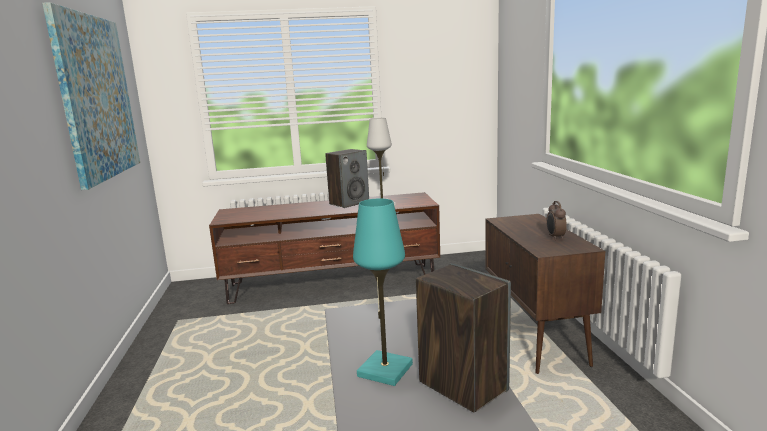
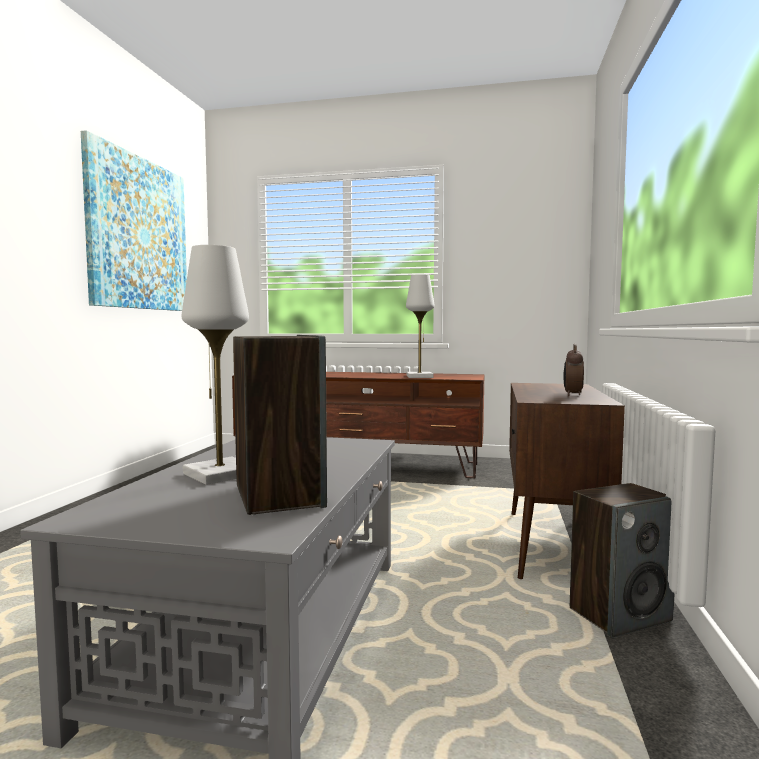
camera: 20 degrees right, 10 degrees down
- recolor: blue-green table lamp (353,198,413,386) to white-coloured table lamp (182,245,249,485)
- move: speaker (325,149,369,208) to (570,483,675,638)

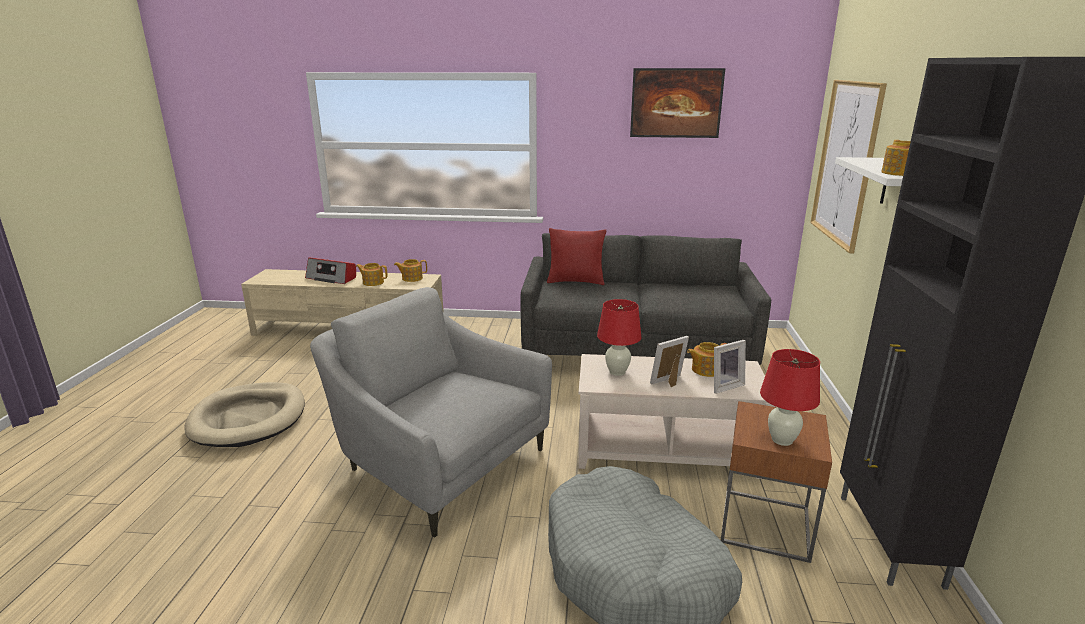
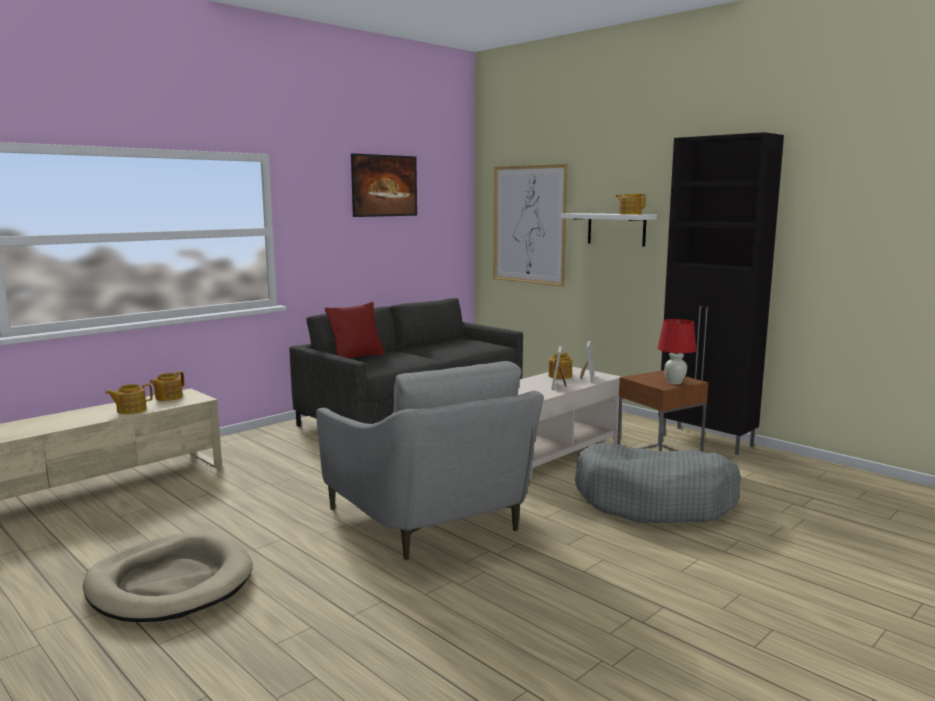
camera: 50 degrees left, 10 degrees down
- rotate: gray easy chair (310,287,552,538) = (316,361,544,560) 105 degrees counterclockwise
- delete: radio set (305,258,356,284)
- delete: red-coloured table lamp (597,299,641,376)

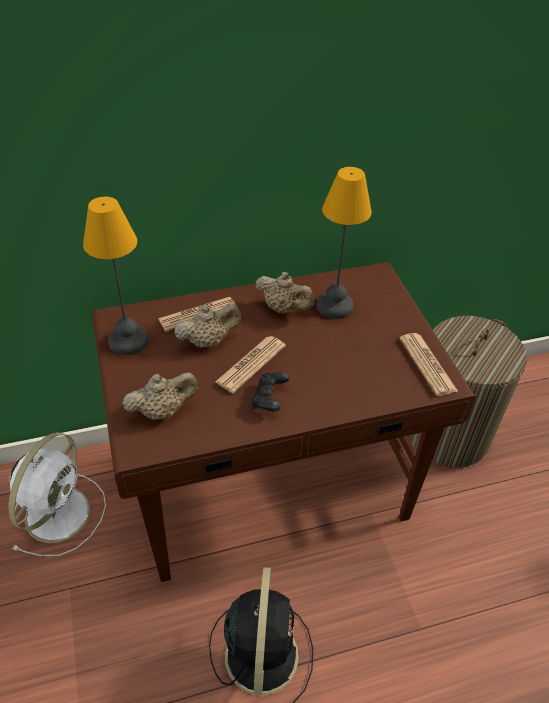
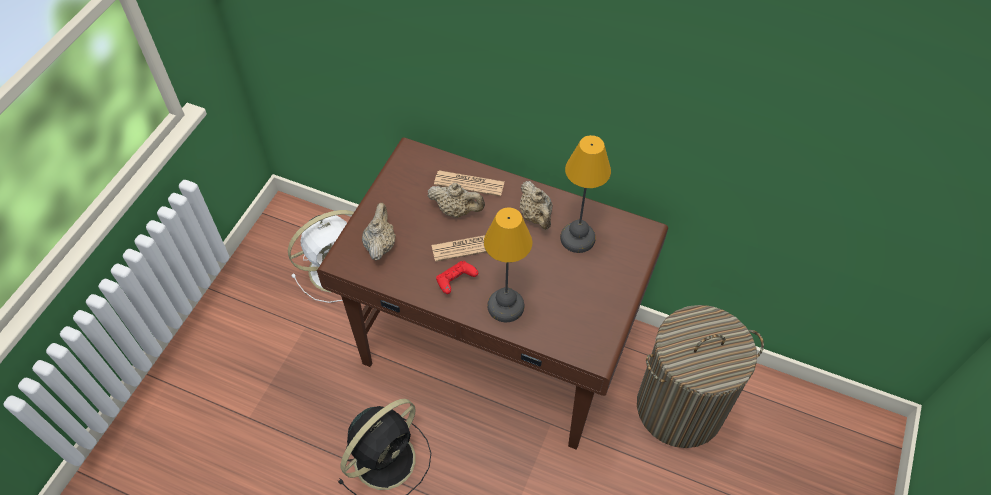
camera: 40 degrees right, 10 degrees up
- rotate: beige teapot (122,372,198,420) = (362,203,396,261) 105 degrees counterclockwise
- recolor: black-coloured joypad (251,372,290,412) to red-coloured joypad (436,261,478,294)
- move: table lamp (83,197,149,355) to (484,207,532,322)
- delete: newspaper (400,333,458,396)

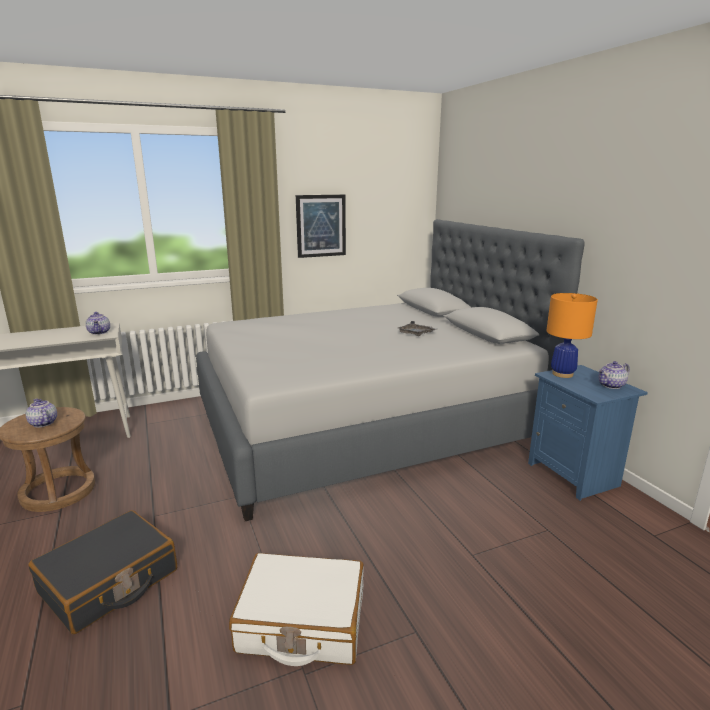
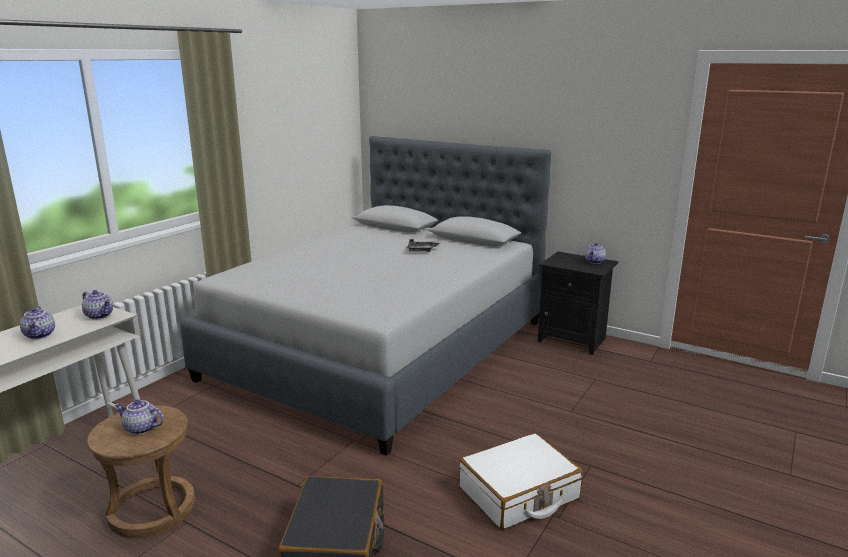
camera: 35 degrees left, 0 degrees up
- insert: teapot (20,306,55,339)
- recolor: blue-coloured night table (528,365,648,501) to black-coloured night table (538,252,618,355)
- delete: wall picture (296,194,346,258)
- delete: orange table lamp (546,293,598,378)

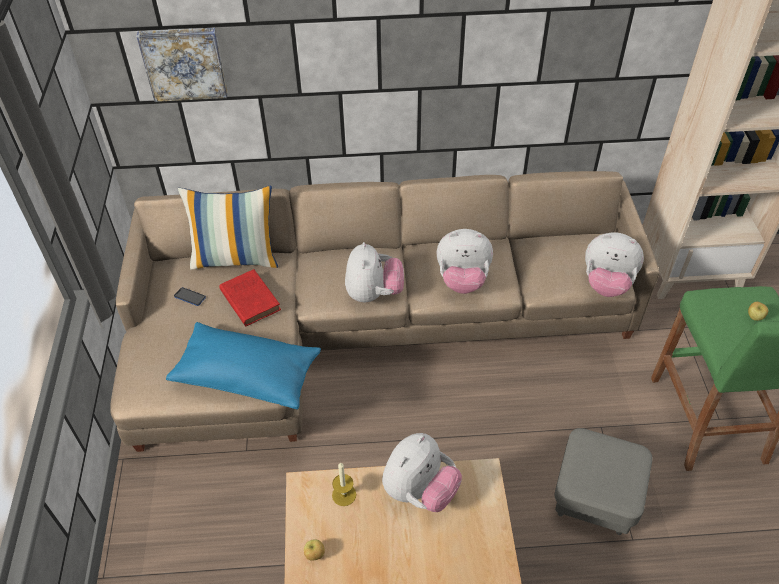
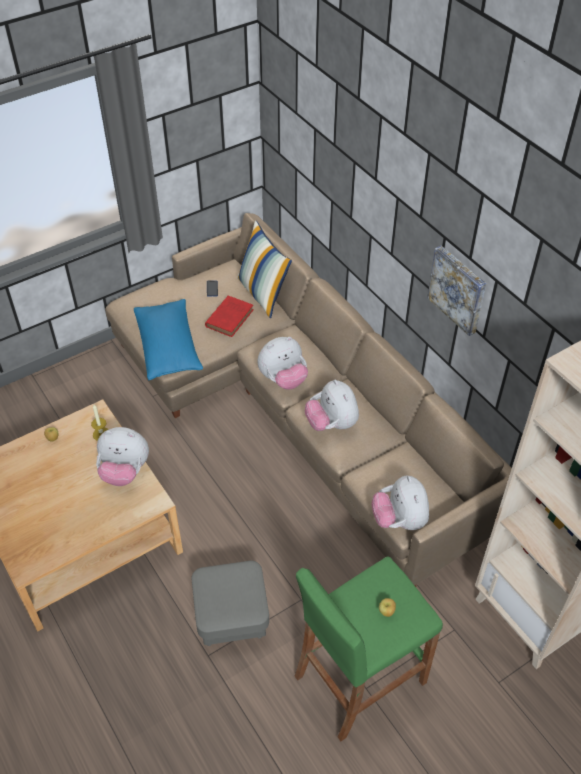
camera: 60 degrees right, 0 degrees up
- move: wall picture (136,28,228,102) to (427,245,486,336)

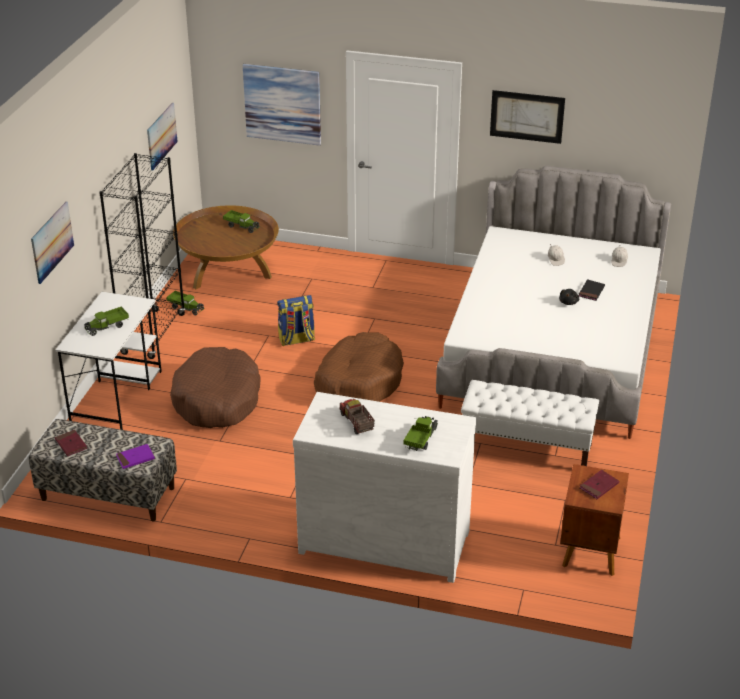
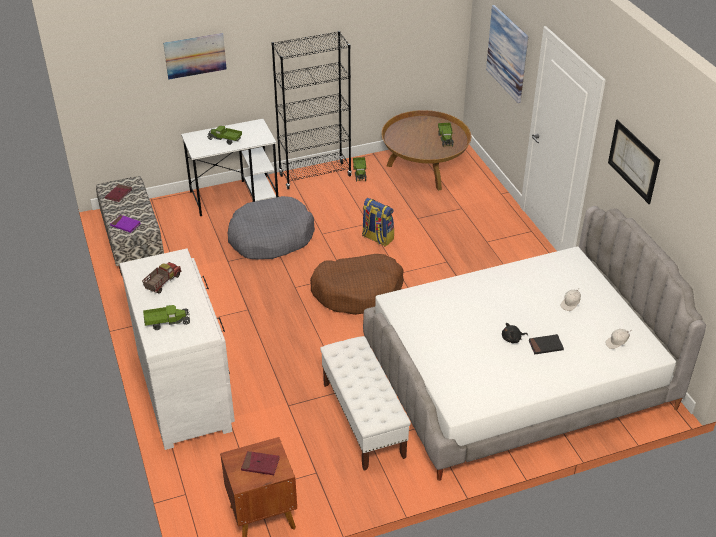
camera: 55 degrees right, 5 degrees up
- recolor: brown dog cushion (170,347,261,428) to gray dog cushion (227,196,315,260)
- delete: wall picture (147,103,178,171)

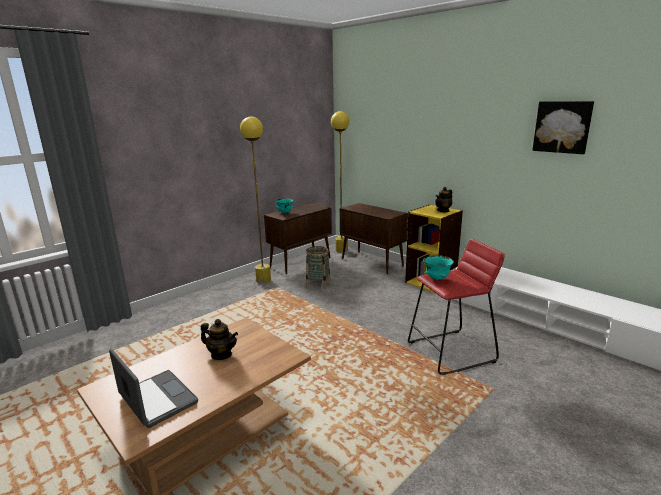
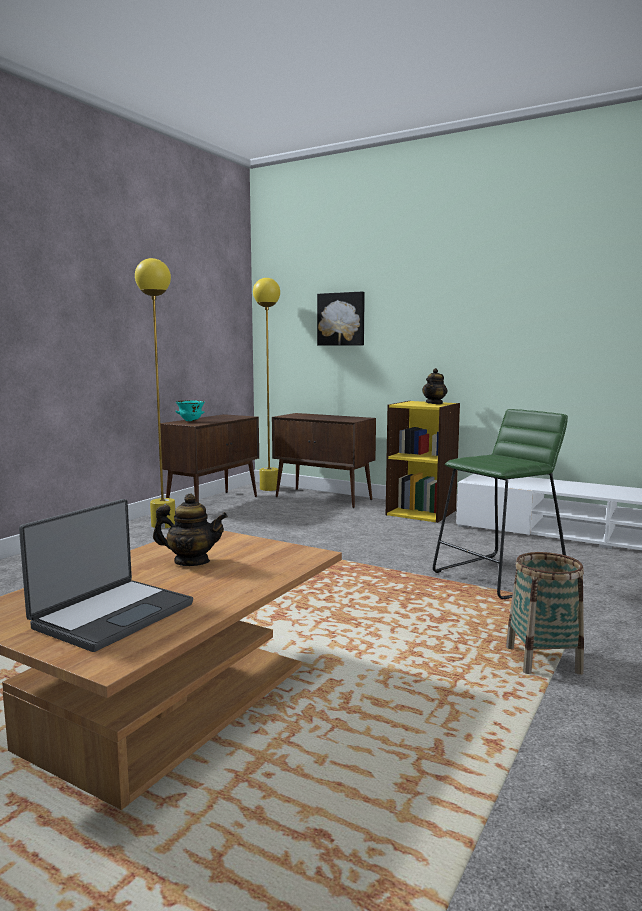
camera: 15 degrees left, 10 degrees down
- rotate: laptop (109,349,198,428) = (19,499,193,652) 90 degrees clockwise
- move: wall picture (532,101,594,154) to (317,292,365,345)
- recolor: red-coloured stool seat (408,239,505,375) to green-coloured stool seat (433,409,568,599)
- move: household basket (306,246,331,289) to (506,552,584,675)
- delete: blue-green bowl (423,255,454,280)

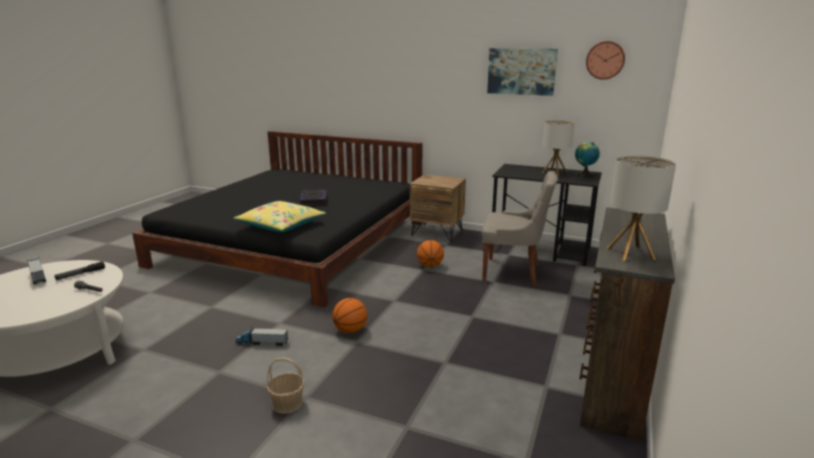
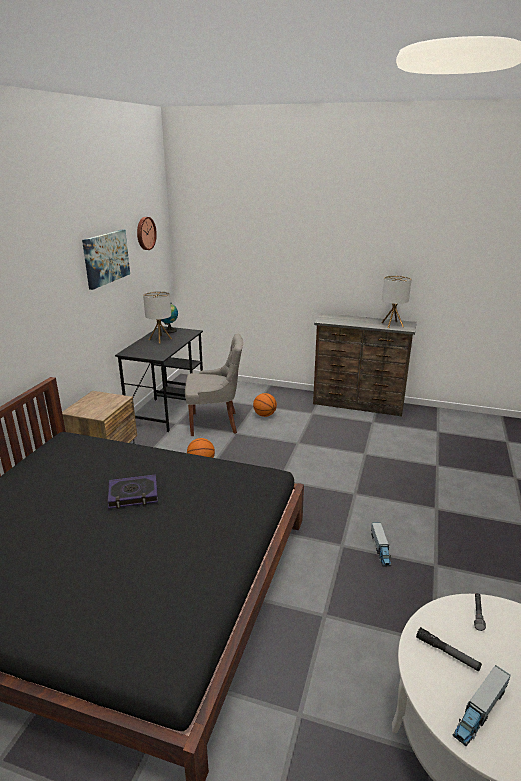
camera: 95 degrees left, 5 degrees up
- rotate: gray chair (482,171,558,285) = (185,334,244,436) 75 degrees clockwise
- move: basketball ball (332,298,367,333) to (253,393,277,417)
- delete: yellow-coloured cushion (233,201,326,232)
- delete: household basket (267,358,305,414)

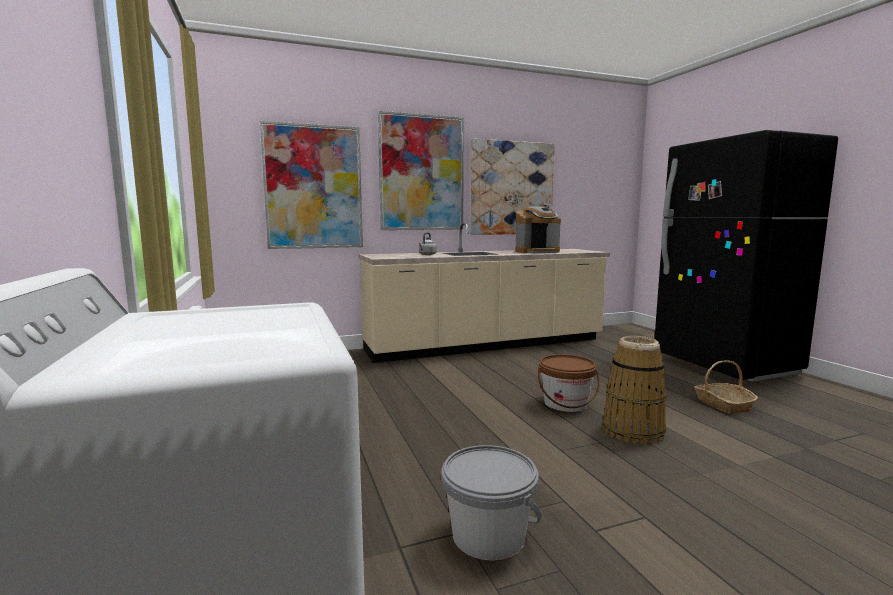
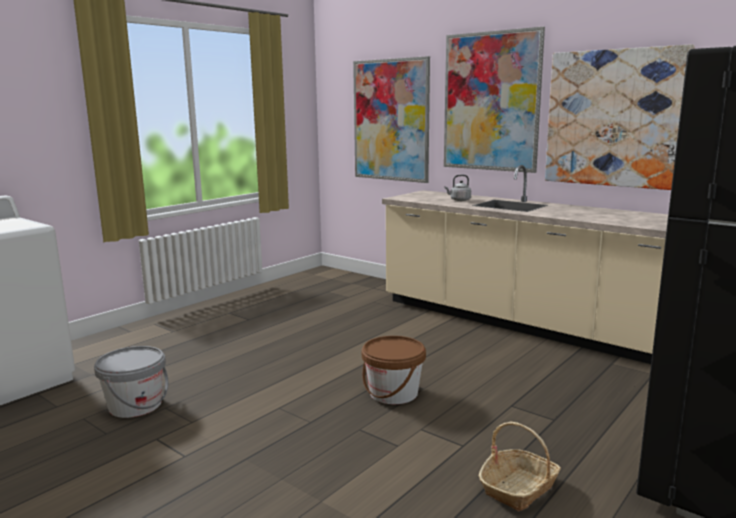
camera: 60 degrees right, 5 degrees up
- delete: coffee maker (515,206,561,253)
- delete: household basket (602,336,667,445)

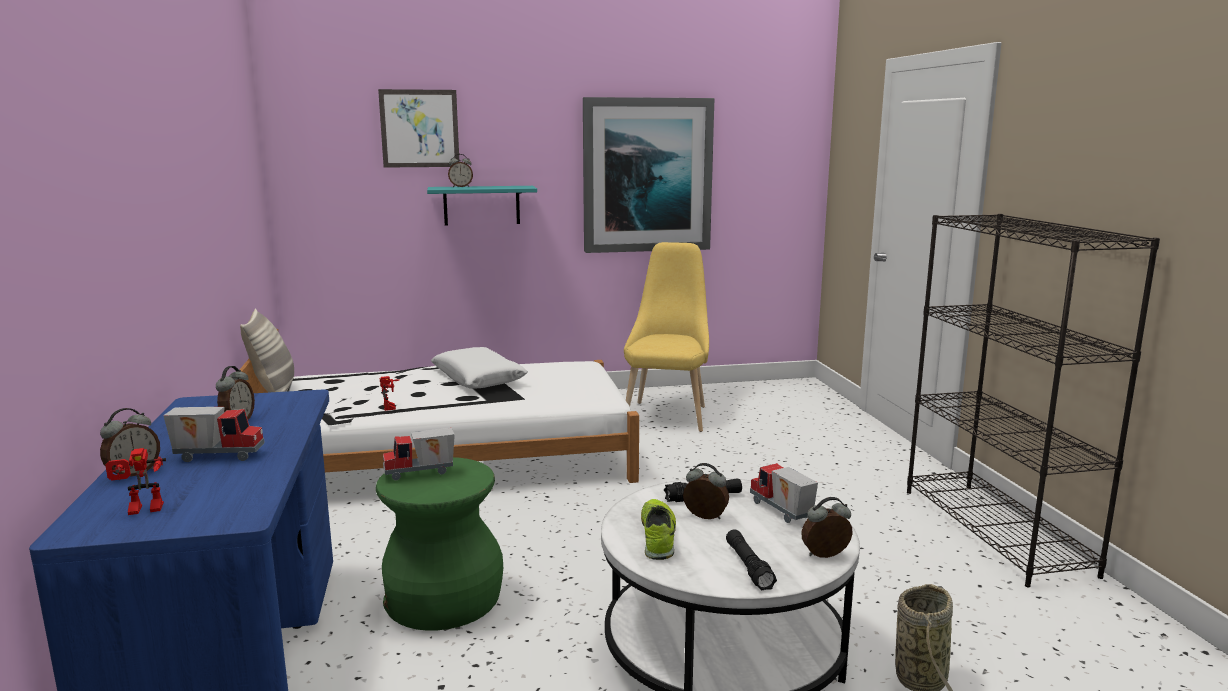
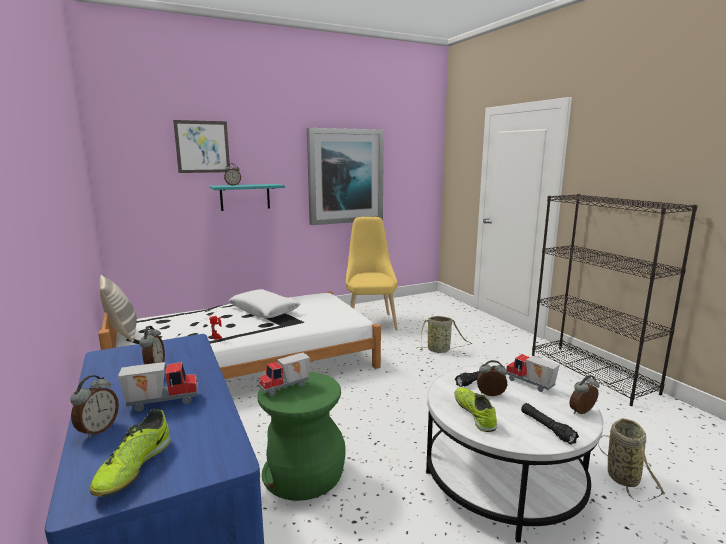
camera: 15 degrees left, 0 degrees up
- replace: robot figure (105,448,166,515) to low shoe (90,409,171,497)
- insert: household basket (417,316,472,353)

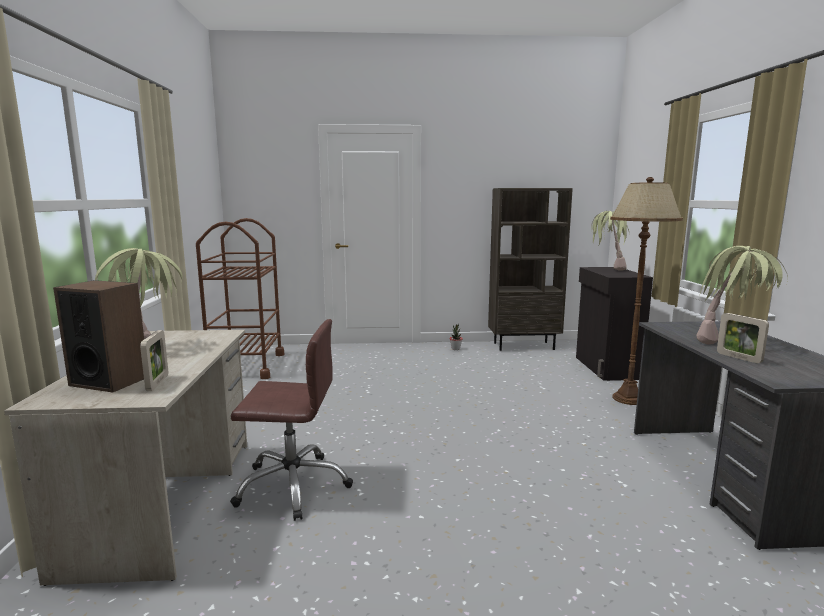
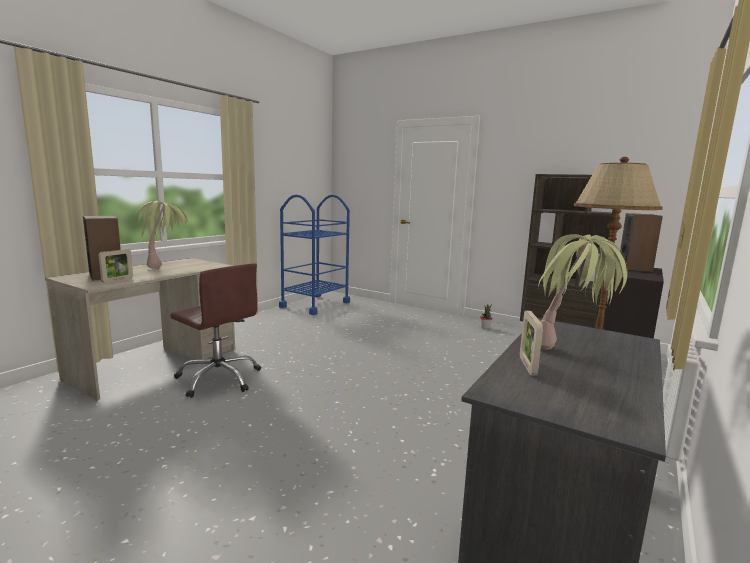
camera: 35 degrees right, 0 degrees up
- recolor: brown wheeled cart (196,218,284,379) to blue-coloured wheeled cart (279,194,350,315)
- replace: plant in a pot (591,211,630,271) to speaker (620,213,663,272)

